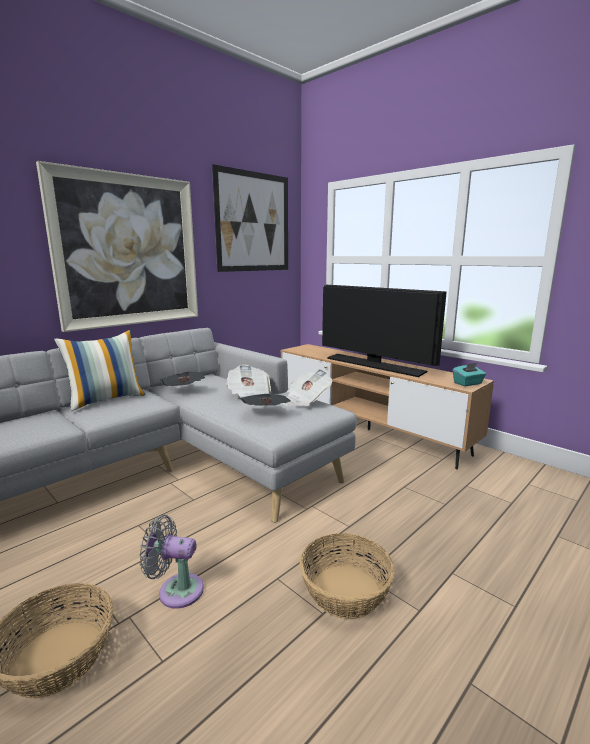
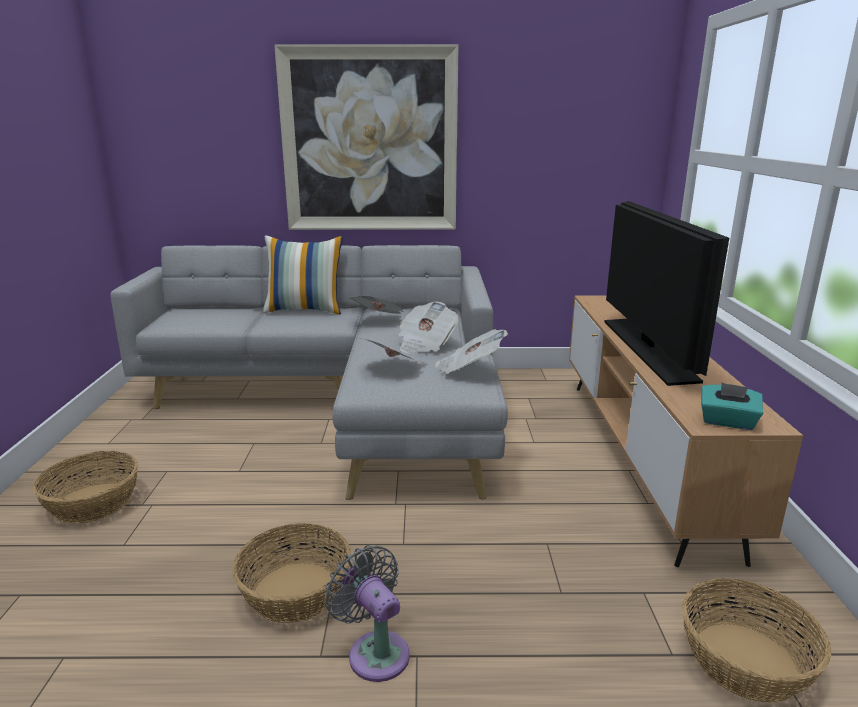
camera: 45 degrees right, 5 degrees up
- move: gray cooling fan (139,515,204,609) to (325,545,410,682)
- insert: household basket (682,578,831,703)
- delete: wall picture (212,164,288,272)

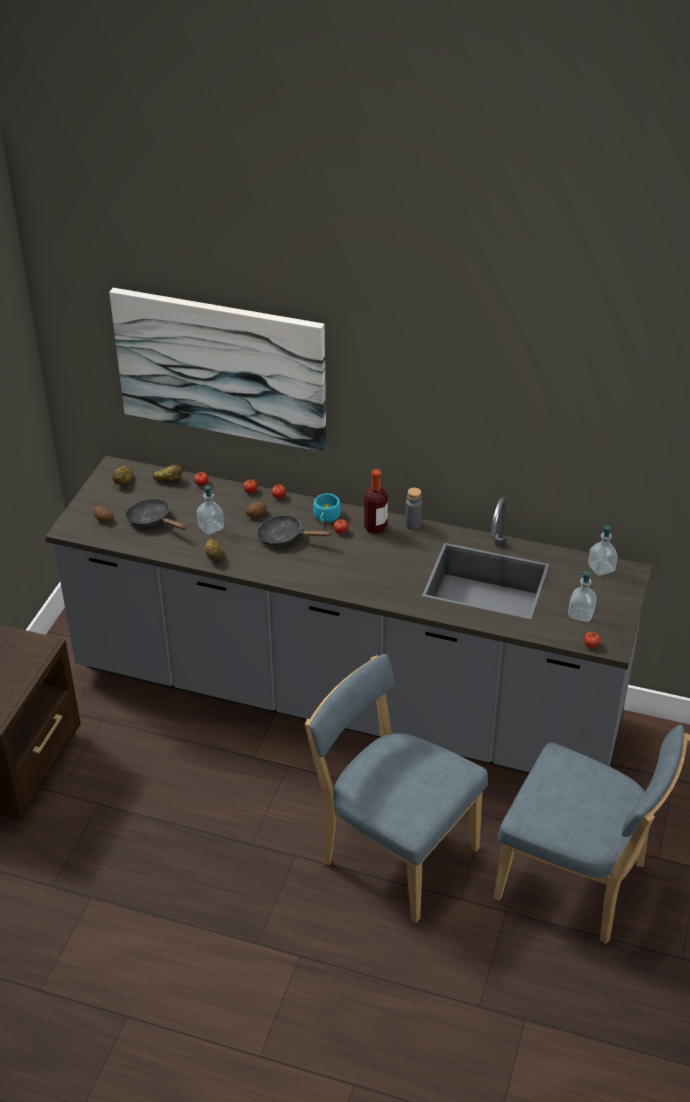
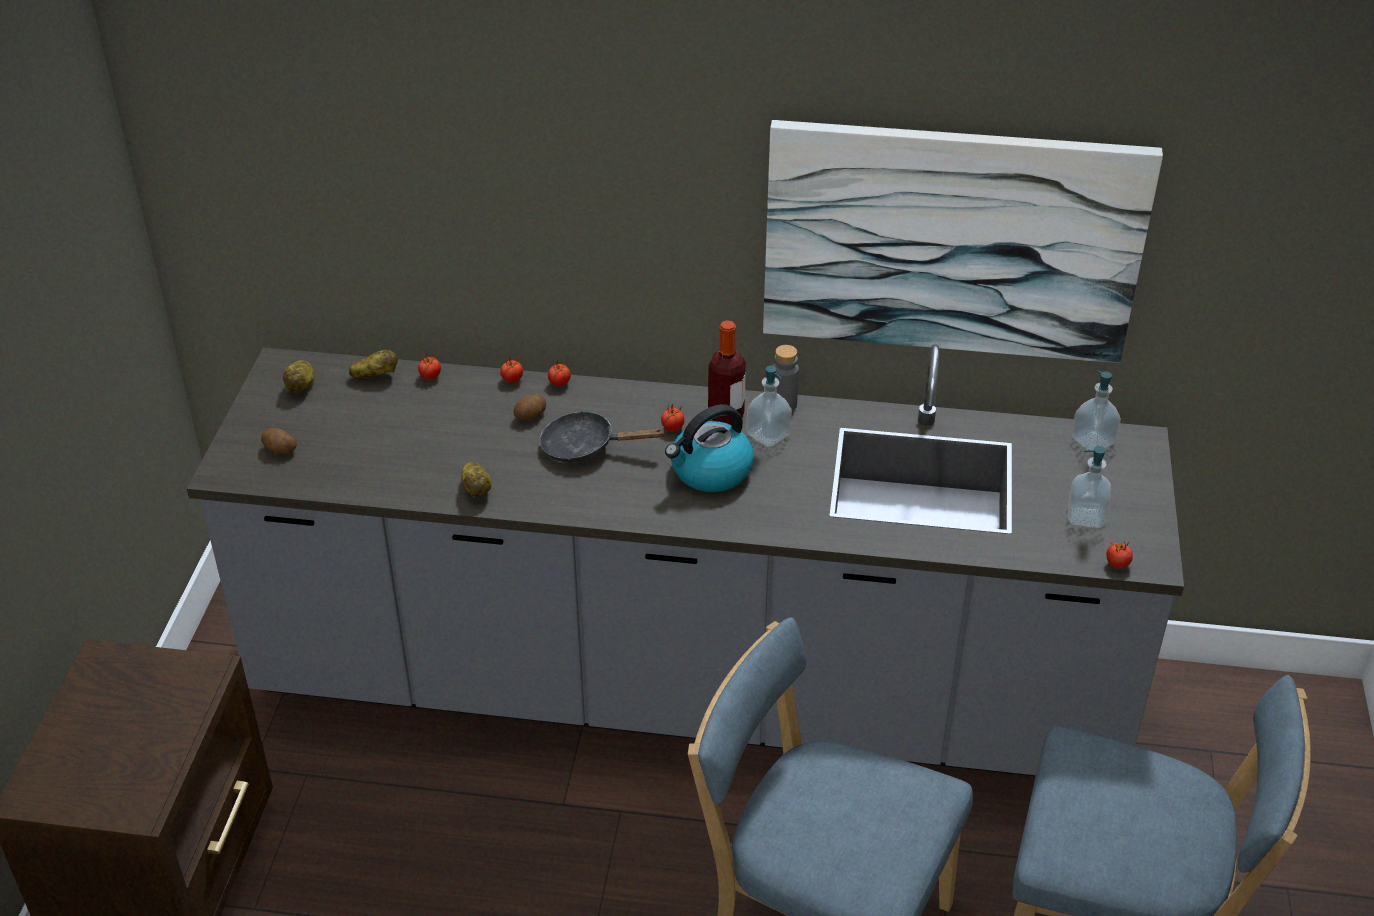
camera: 10 degrees left, 0 degrees up
- insert: tea kettle (665,404,754,492)
- move: soap bottle (197,485,224,535) to (746,366,792,447)
- move: wall picture (109,288,326,452) to (763,120,1163,364)
- delete: black-coloured pan (125,499,186,530)
- delete: blue-green cup (313,493,341,523)

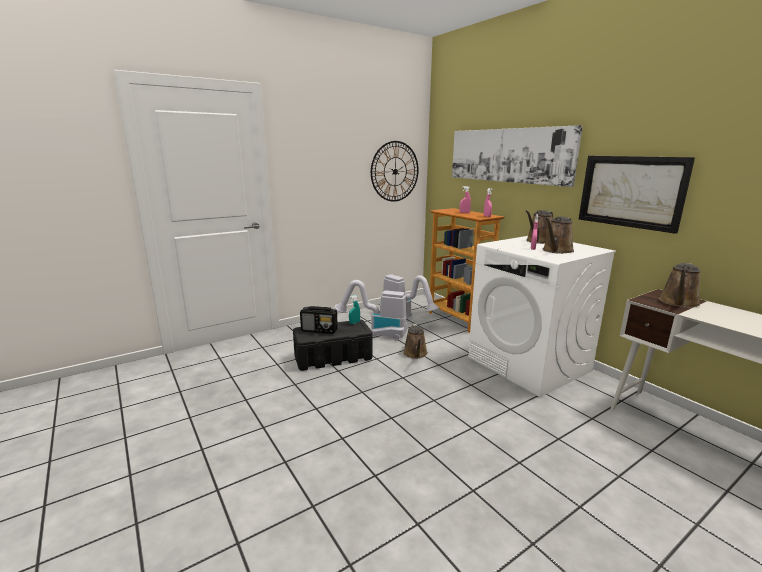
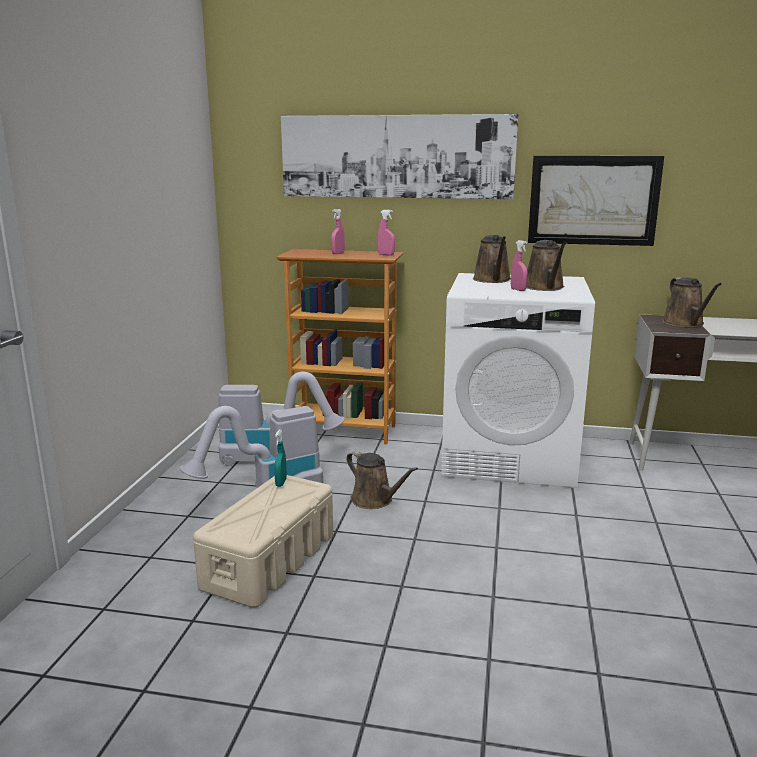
camera: 45 degrees left, 0 degrees up
- recolor: black-coloured storage container (293,320,373,371) to beige storage container (193,475,333,608)
- delete: radio set (300,306,338,334)
- delete: hanging clock (371,141,419,202)

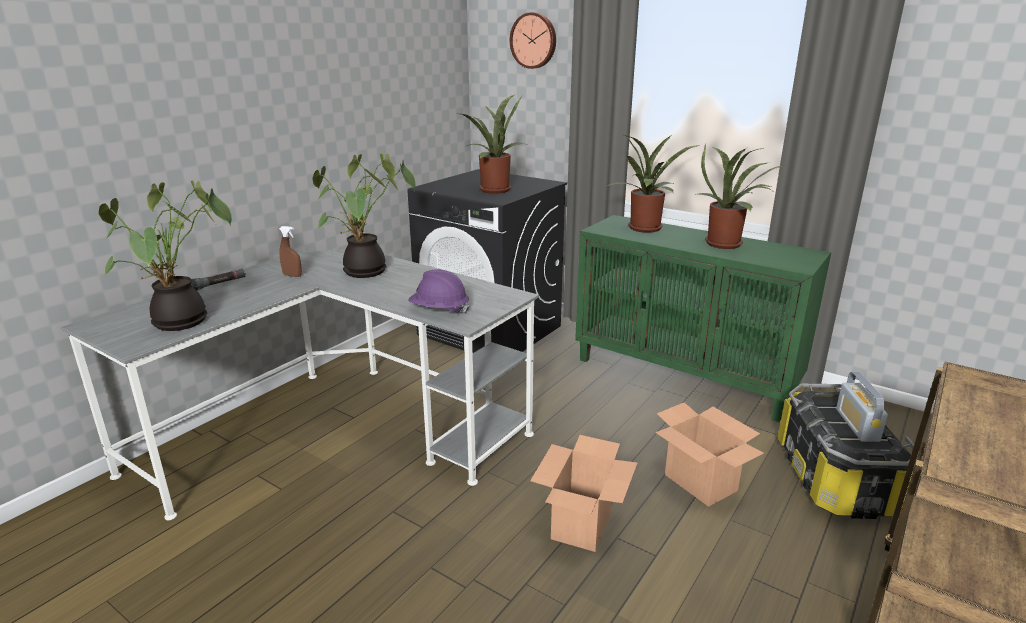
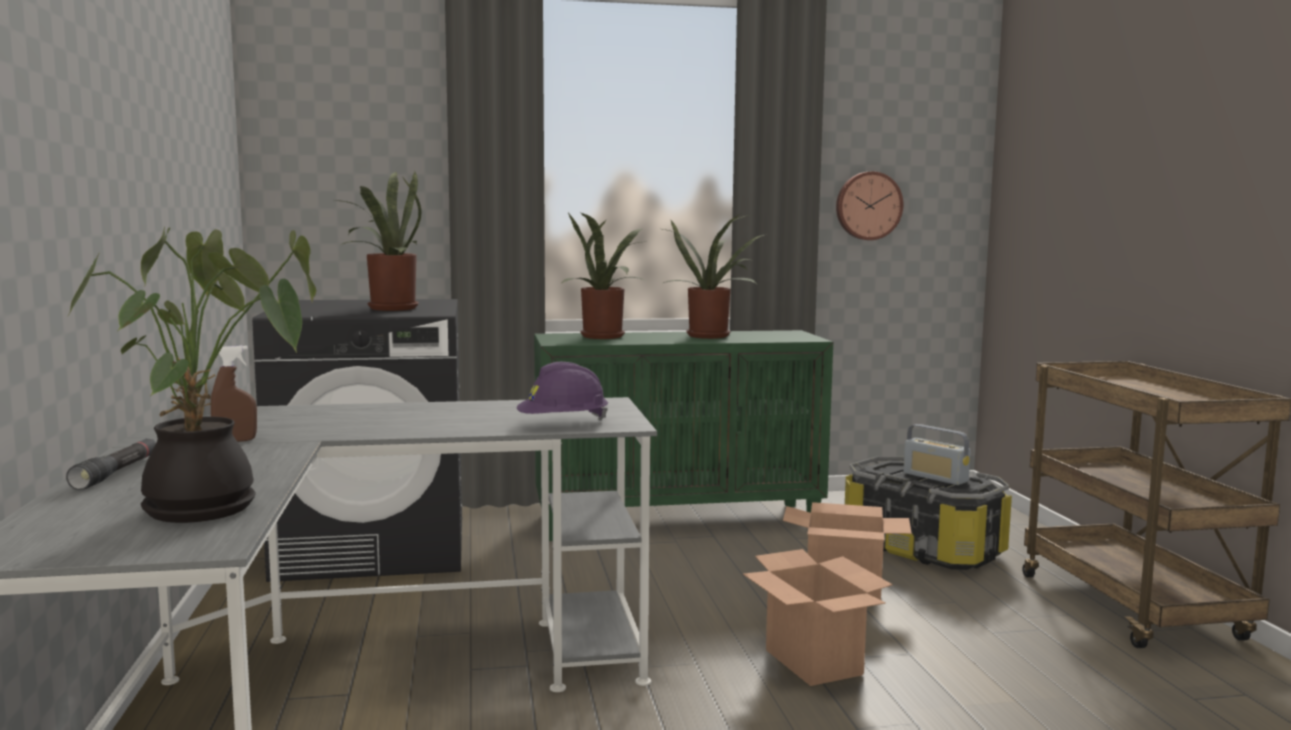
camera: 45 degrees left, 15 degrees down
- move: hanging clock (510,12,556,69) to (836,171,903,240)
- delete: plant in a pot (312,154,415,278)

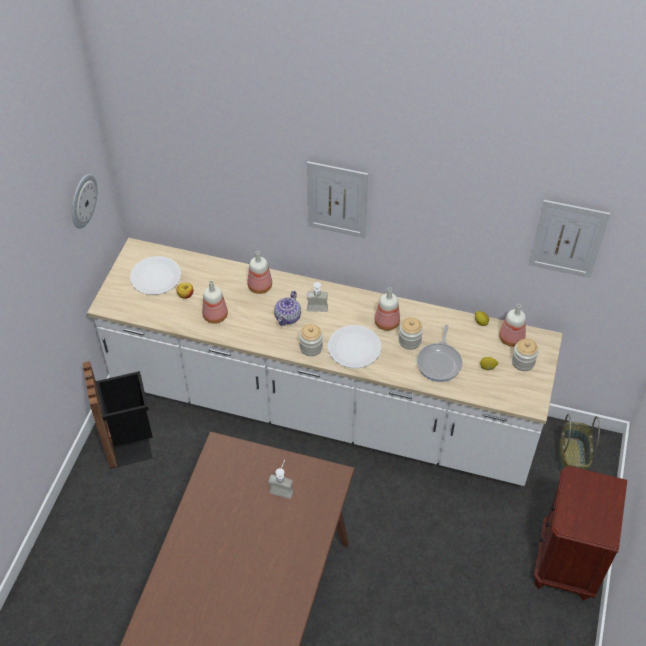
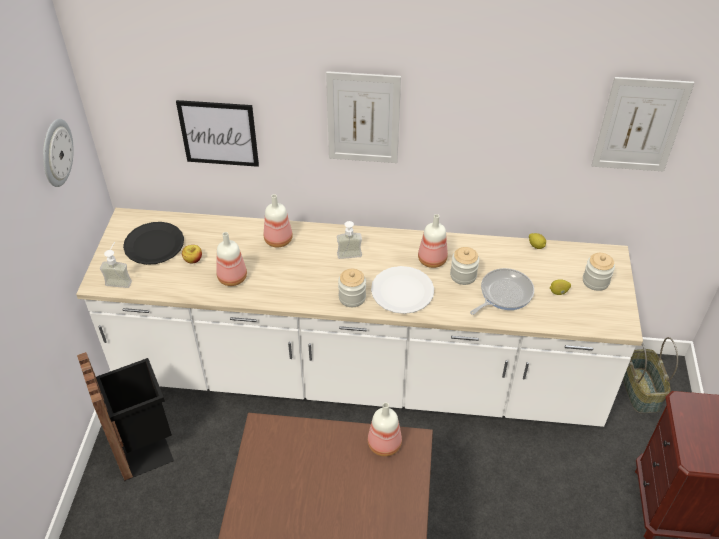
camera: 10 degrees left, 5 degrees down
- move: soap bottle (268,460,293,499) to (100,242,132,288)
- recolor: white-coloured dinner plate (130,256,181,295) to black-coloured dinner plate (123,222,184,265)
- insert: wall picture (176,100,259,167)
- move: beverage bottle (499,304,526,347) to (368,402,402,456)
- rotate: pan (417,325,462,382) = (470,268,534,315) 135 degrees counterclockwise
- delete: teapot (274,291,301,326)

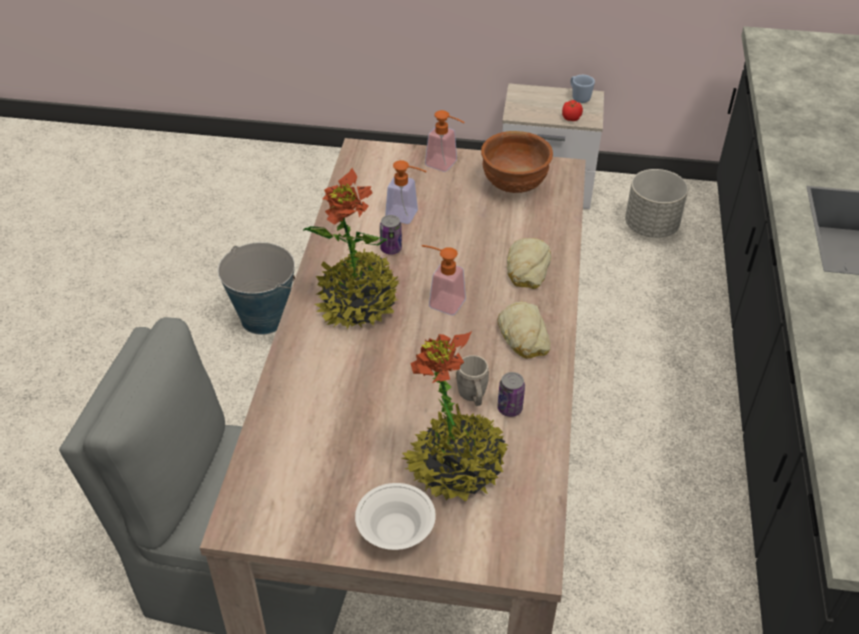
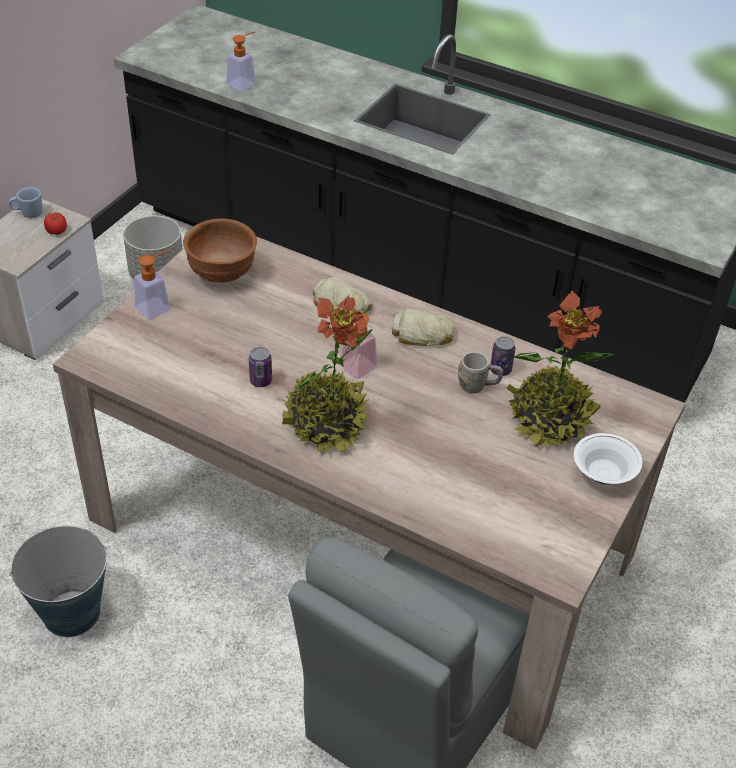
camera: 70 degrees left, 0 degrees up
- move: soap bottle (385,160,427,224) to (226,32,256,92)

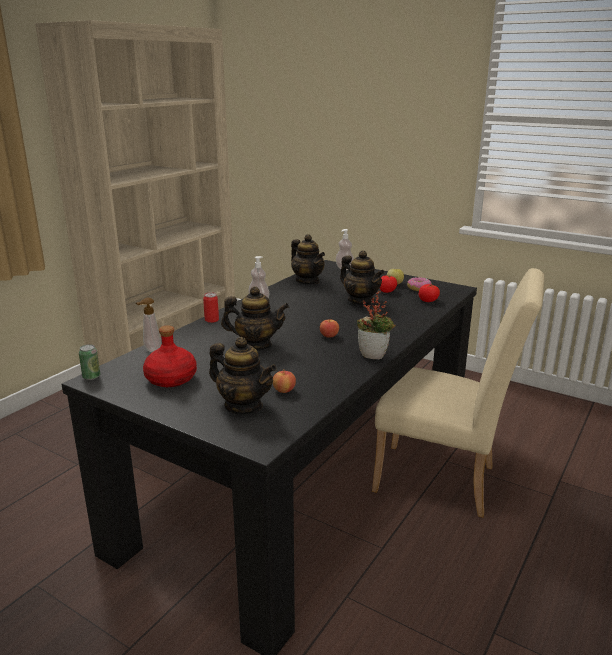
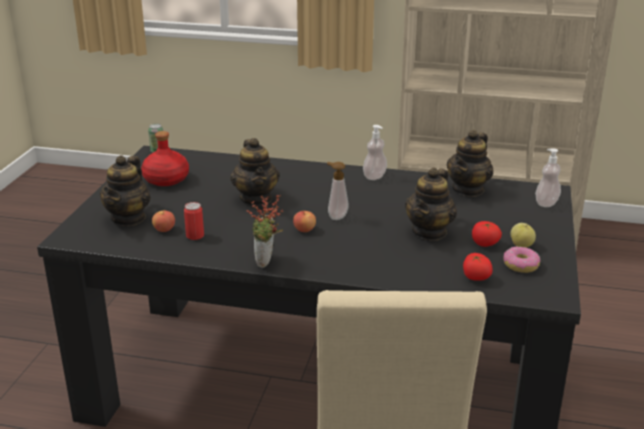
camera: 70 degrees right, 5 degrees up
- move: sealed can (203,292,219,323) to (184,202,204,240)
- move: soap bottle (136,298,161,352) to (327,162,349,220)

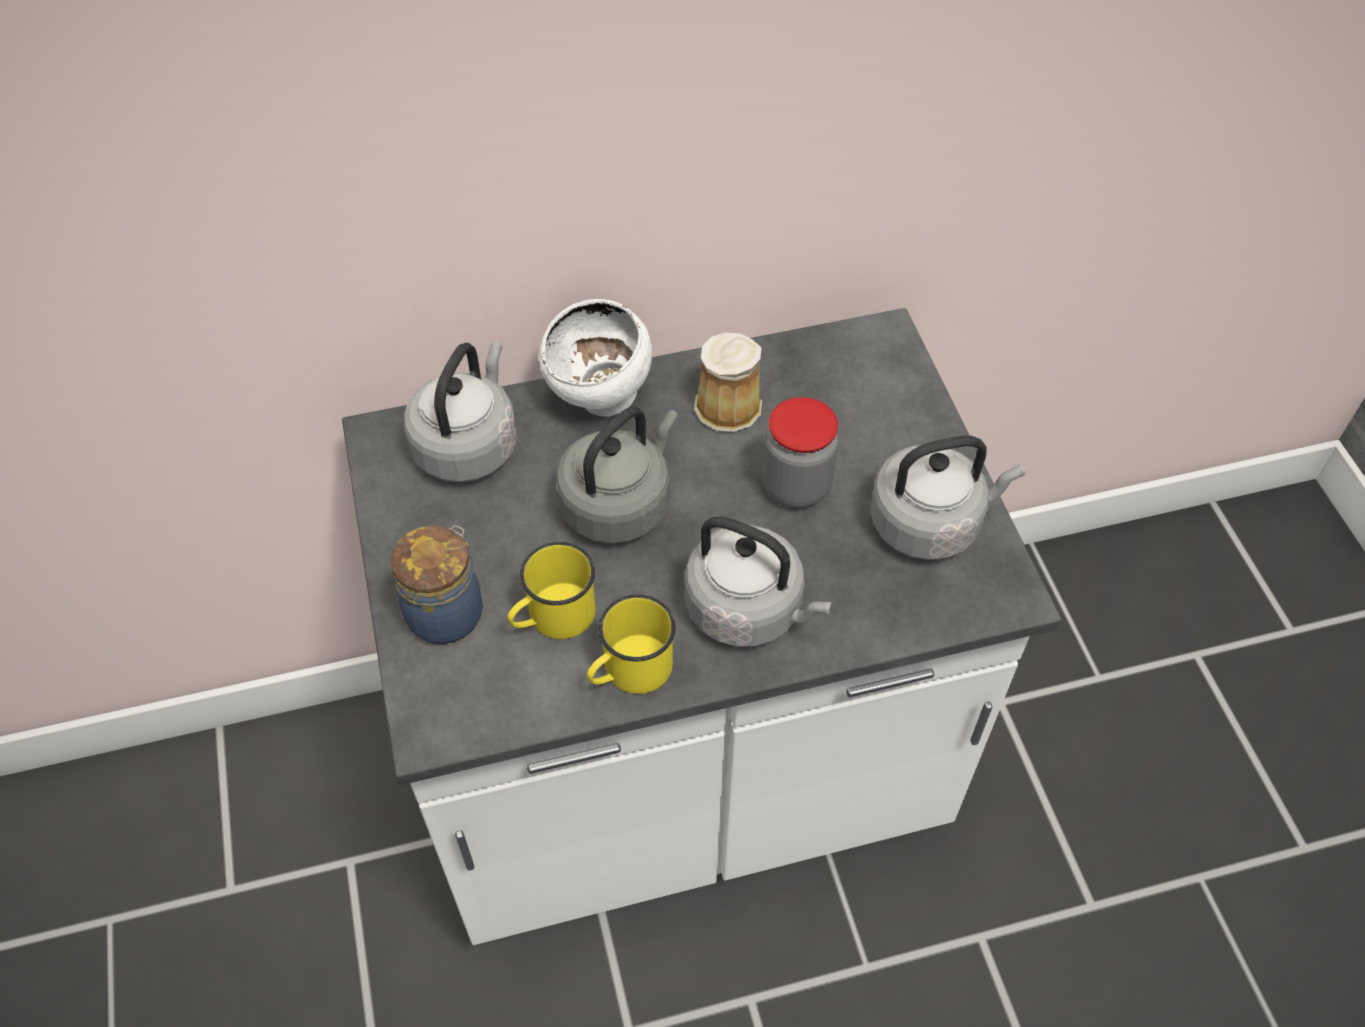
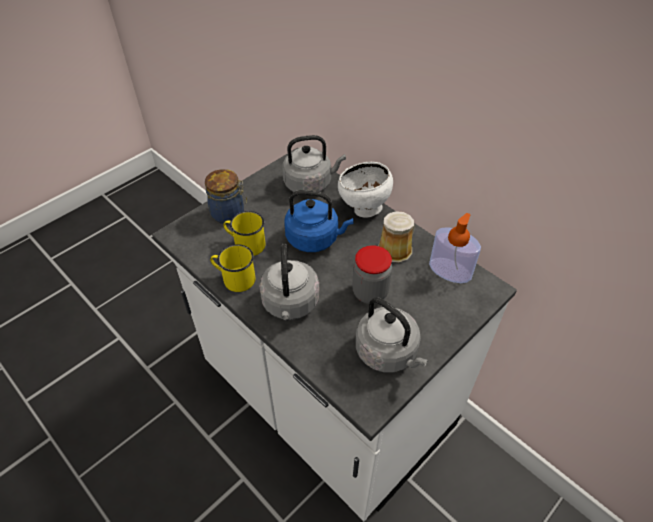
camera: 60 degrees right, 5 degrees down
- recolor: gray tea kettle (556,407,679,544) to blue-coloured tea kettle (284,190,354,252)
- insert: soap bottle (429,213,481,283)

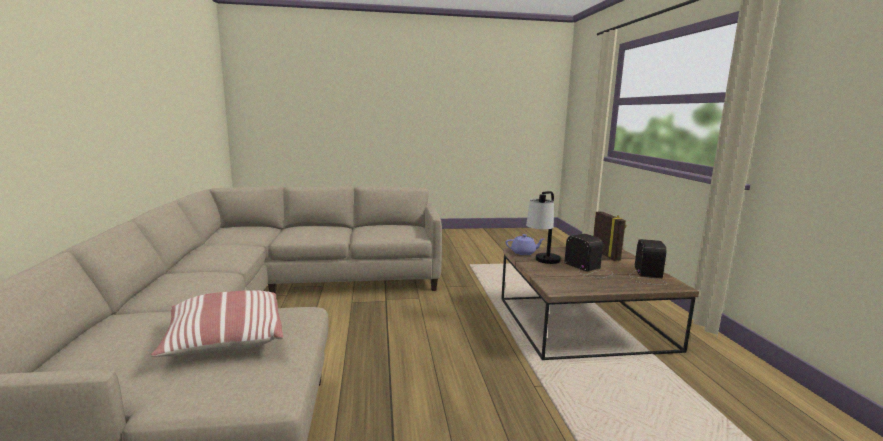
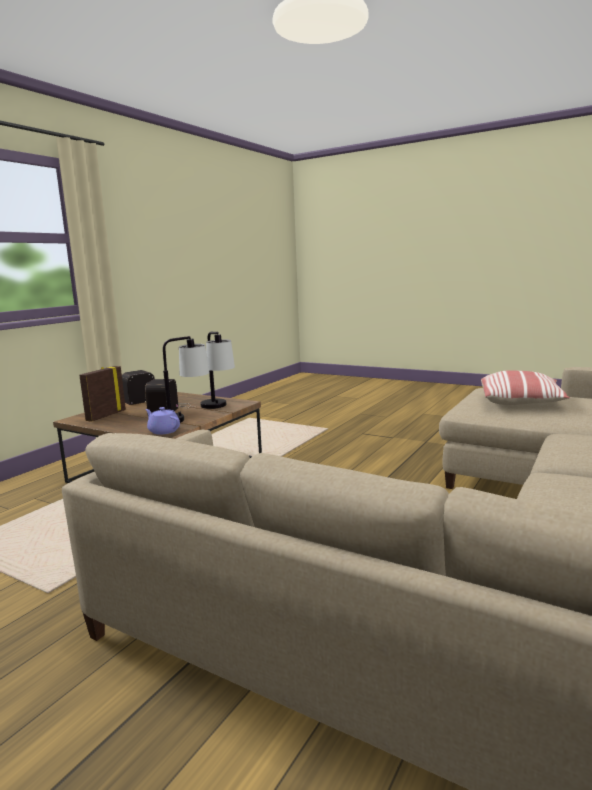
camera: 140 degrees left, 0 degrees up
- insert: table lamp (200,332,235,409)

